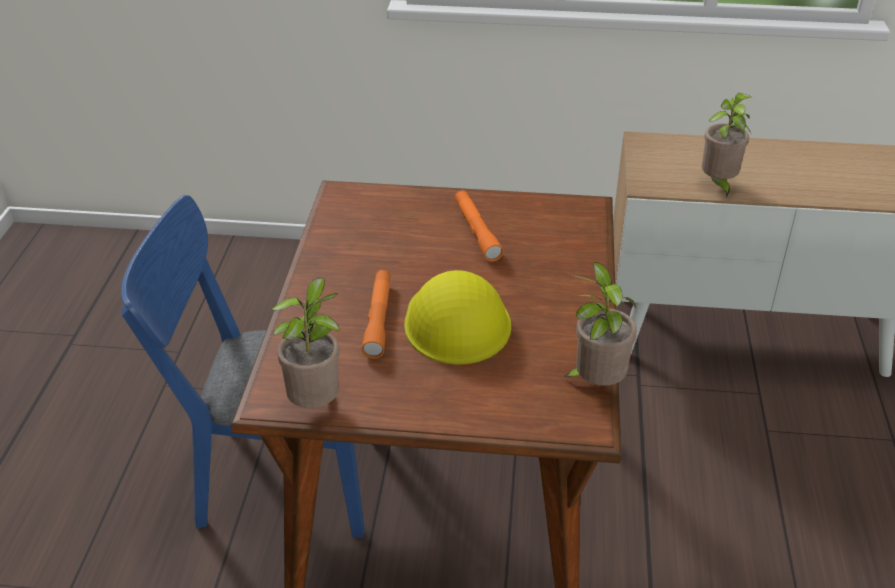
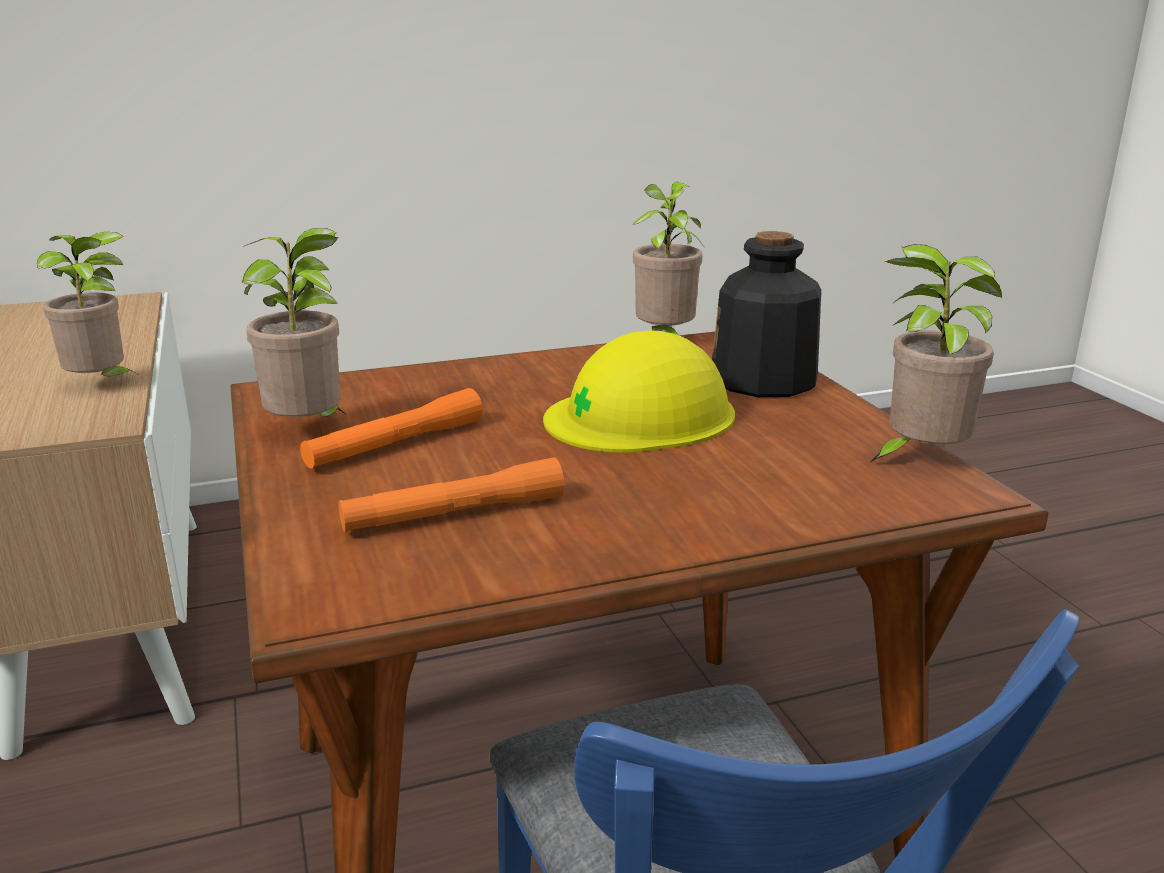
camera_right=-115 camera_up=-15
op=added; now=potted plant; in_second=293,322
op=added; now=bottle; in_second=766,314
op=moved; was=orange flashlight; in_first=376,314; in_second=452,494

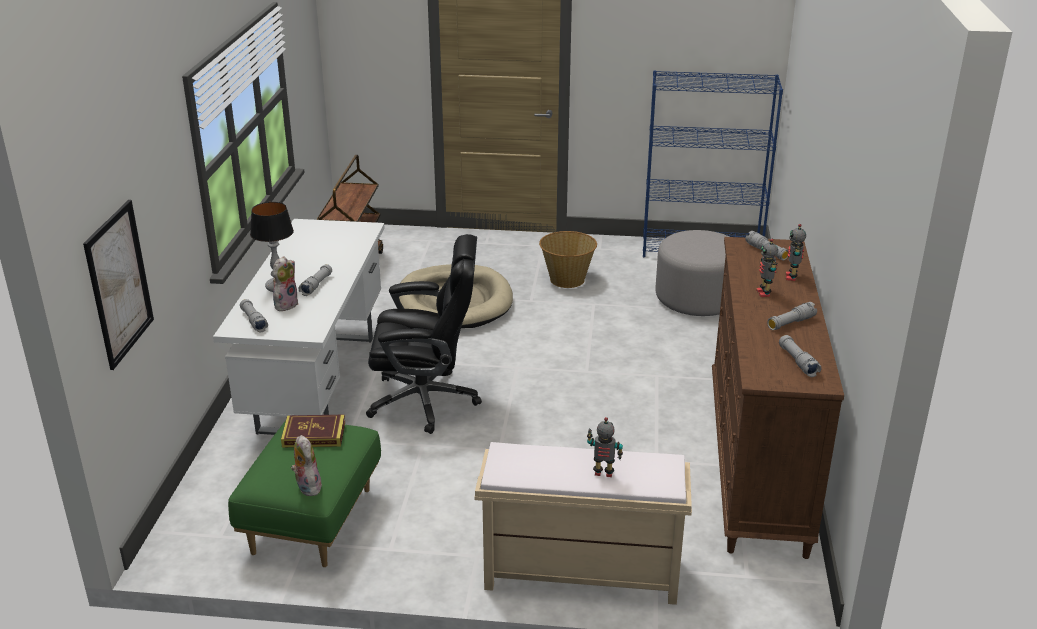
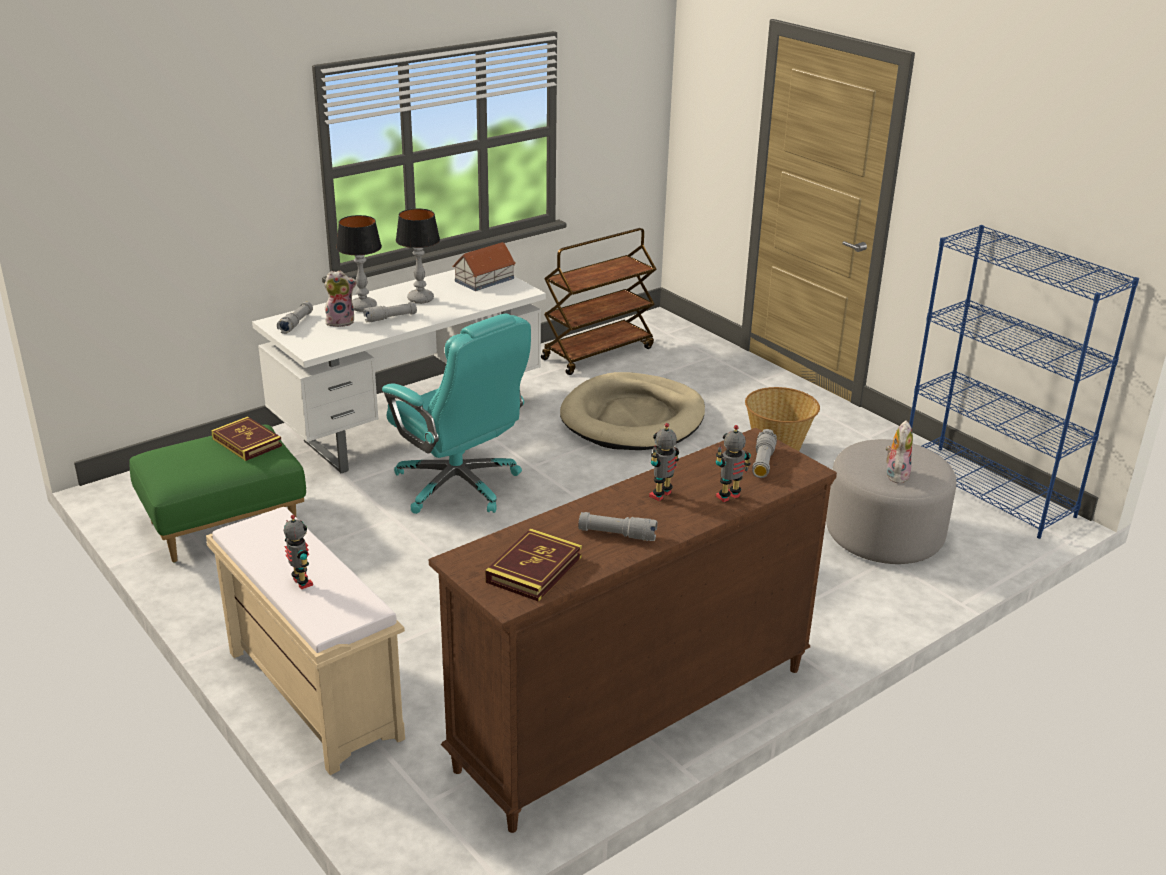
camera_right=45 camera_up=0
op=removed; was=picture; in_first=118,285
op=added; now=table lamp; in_second=418,256
op=added; now=toy house; in_second=484,266
op=moved; was=plush toy; in_first=307,465; in_second=899,452
op=replaced; was=grey flashlight; now=book; in_first=800,356; in_second=533,565
op=recoloured; was=black office chair; now=turquoise office chair; in_first=424,334; in_second=456,414

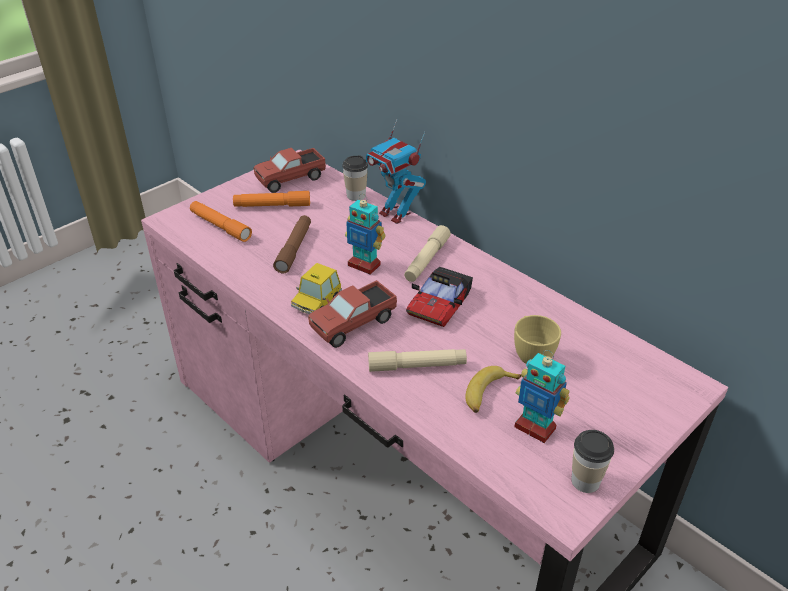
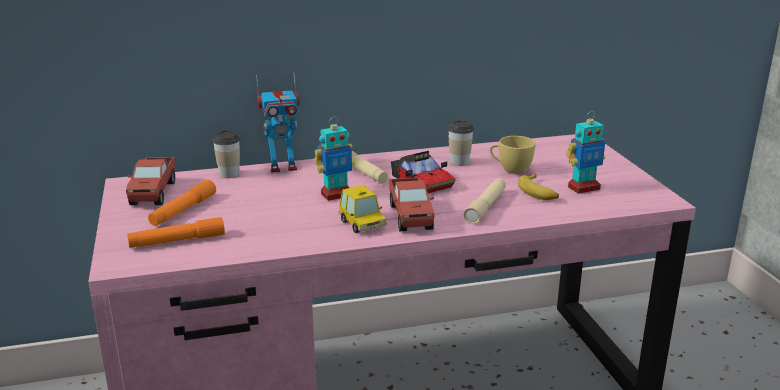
camera_right=-60 camera_up=-15
op=removed; was=brown flashlight; in_first=292,244
op=moved; was=cup; in_first=592,461; in_second=461,143

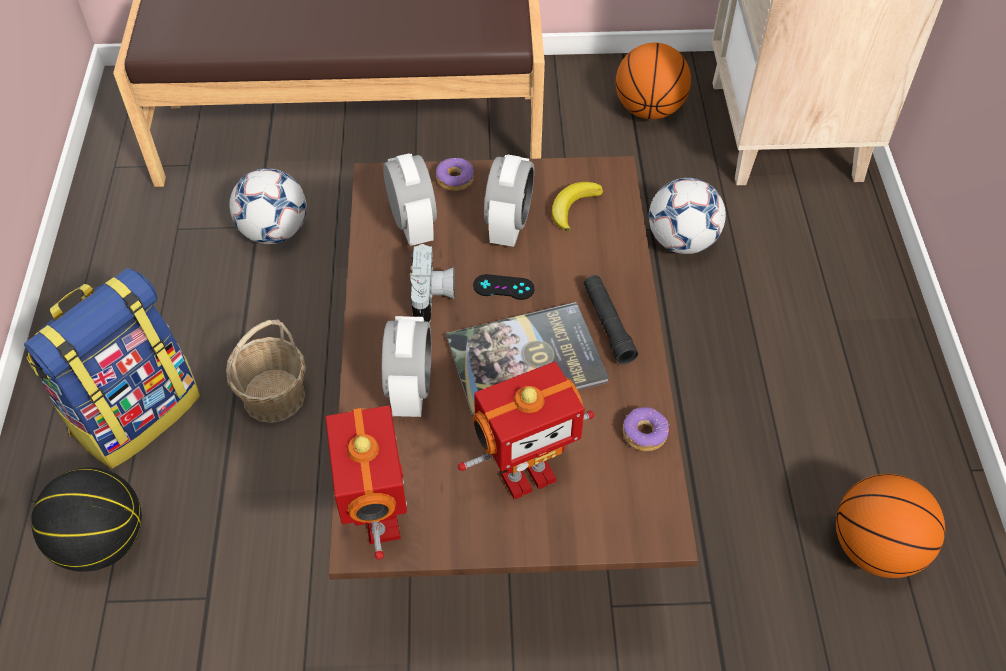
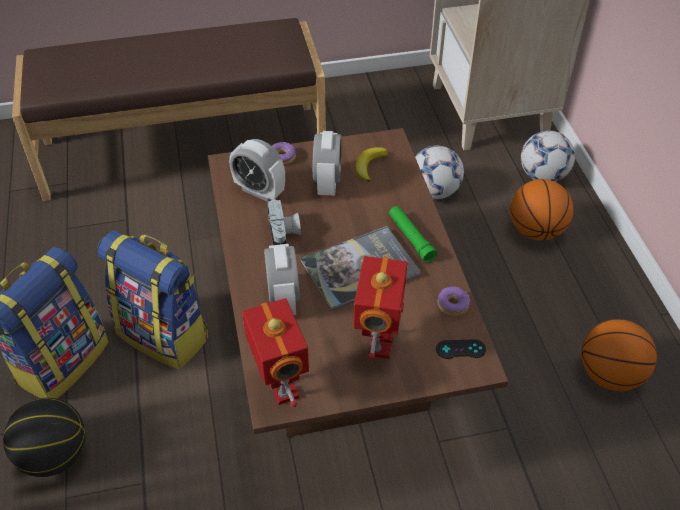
camera_right=-10 camera_up=-5
op=moved; was=football; in_first=268,206; in_second=548,156
op=moved; was=black game controller; in_first=504,287; in_second=461,349
op=moved; was=basketball; in_first=653,81; in_second=541,210
op=replaced; was=basket; now=backpack; in_first=266,371; in_second=152,299
op=recoloured; was=black flashlight; now=green flashlight; in_first=611,319; in_second=413,234
op=turned; was=alarm clock; in_first=410,200; in_second=257,170; clockwise=150
op=turned; was=toy robot; in_first=526,430; in_second=381,307; clockwise=-45

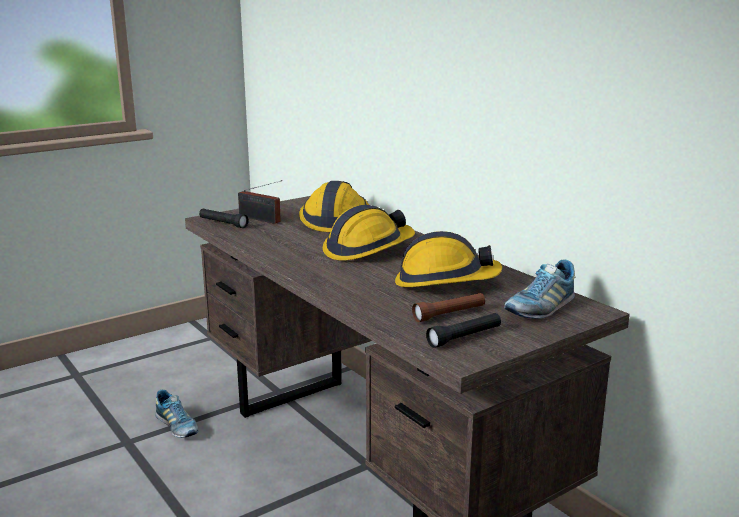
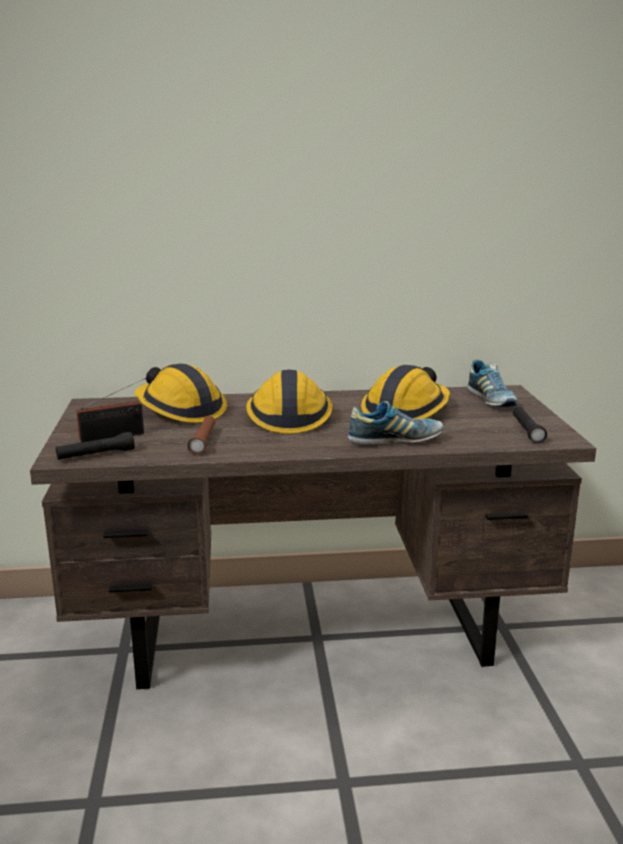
camera_right=-60 camera_up=0
op=moved; was=shoe; in_first=176,414; in_second=396,422
op=moved; was=brown flashlight; in_first=448,307; in_second=201,435

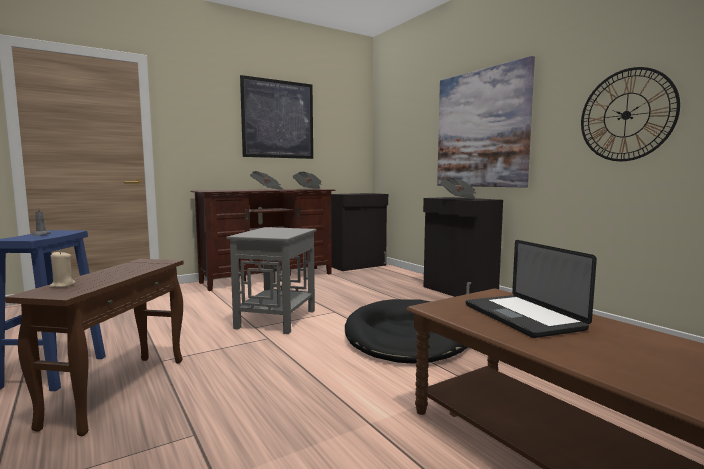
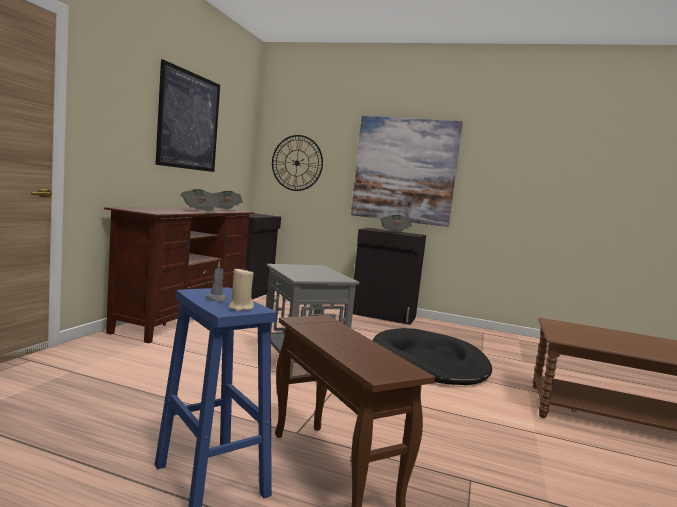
camera_right=-40 camera_up=0
op=removed; was=laptop; in_first=531,289
op=moved; was=beige candle; in_first=62,269; in_second=241,289
op=moved; was=wall clock; in_first=630,114; in_second=297,163

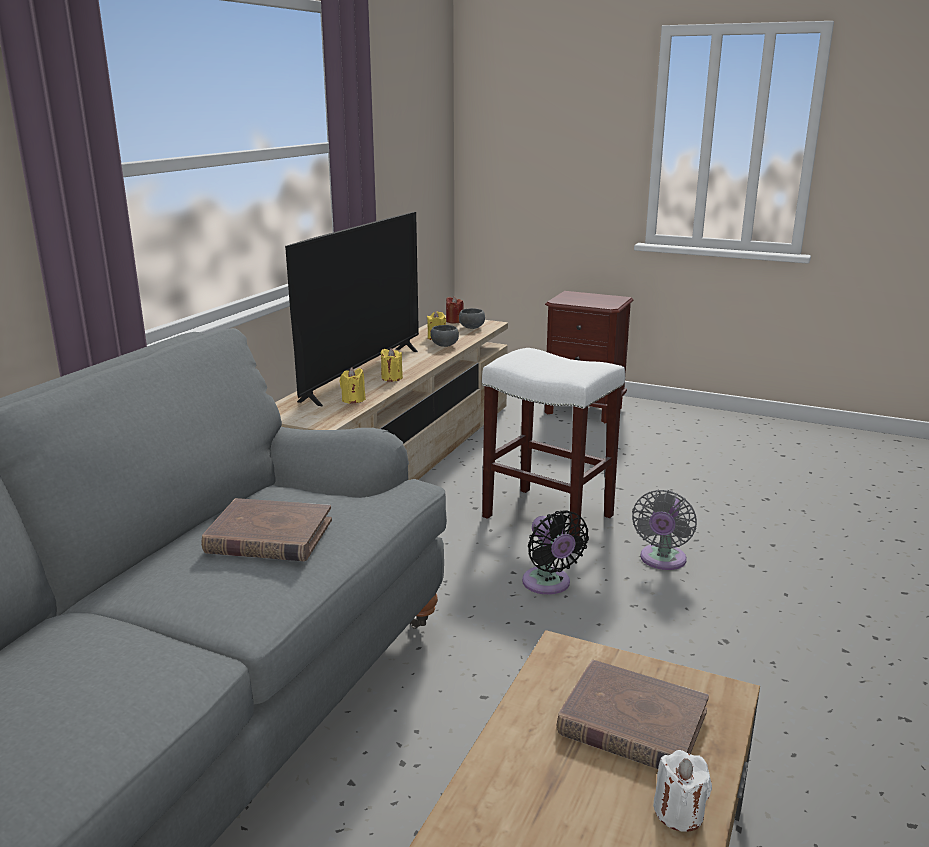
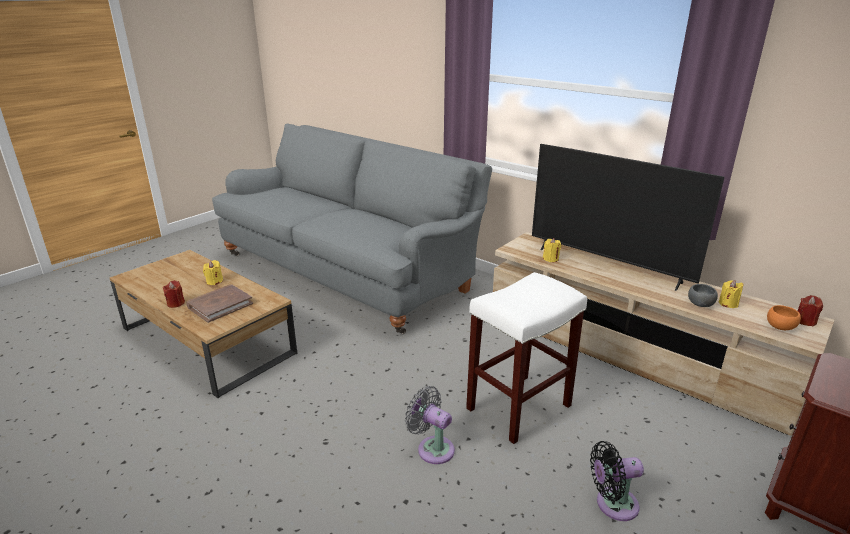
camera_right=105 camera_up=5
op=removed; was=brown book; in_first=266,529
op=moved; was=yellow candle; in_first=391,365; in_second=213,272
op=moved; was=black fan; in_first=555,552; in_second=617,481
op=recoloured; was=grey bowl; now=orange bowl; in_first=472,318; in_second=784,317
op=recoloured; was=white candle; now=red candle; in_first=682,791; in_second=174,294

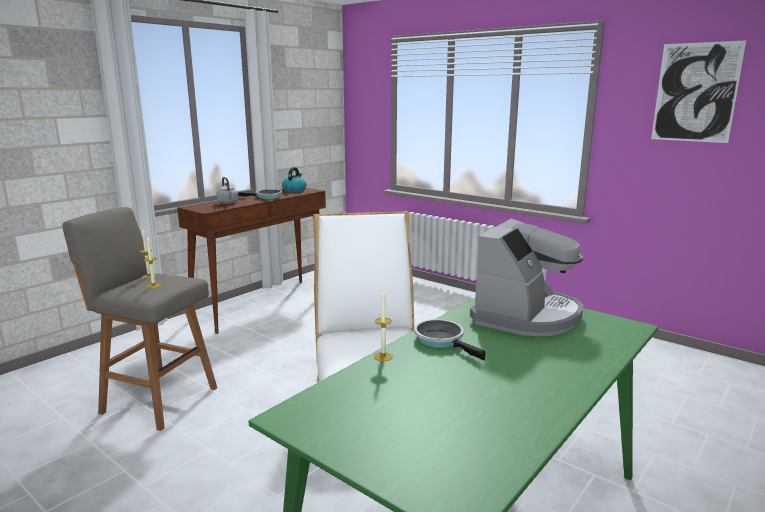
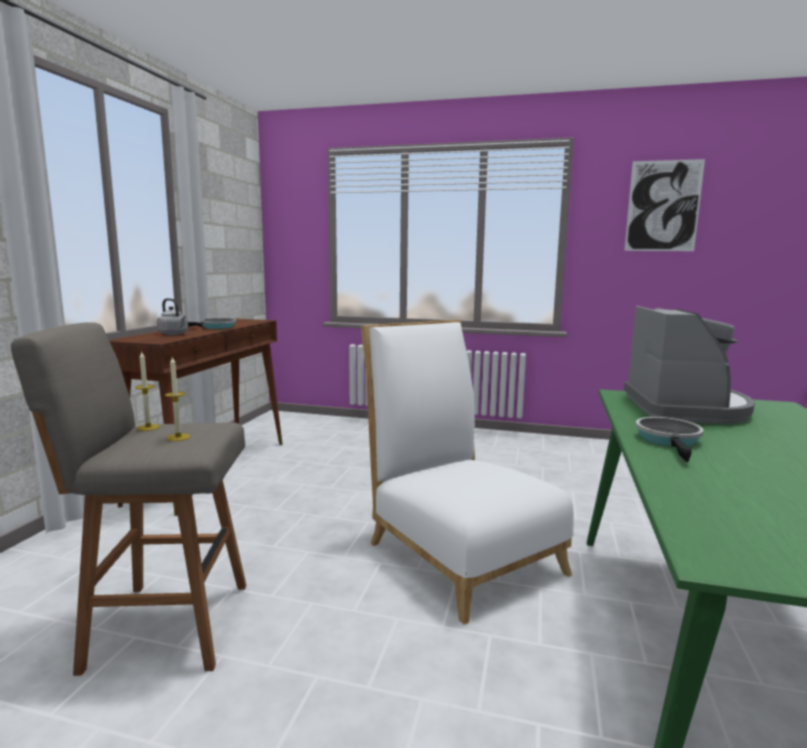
camera_right=-25 camera_up=-5
op=removed; was=kettle; in_first=294,179
op=removed; was=candle; in_first=383,325
op=turned; was=frying pan; in_first=450,339; in_second=670,439; clockwise=75

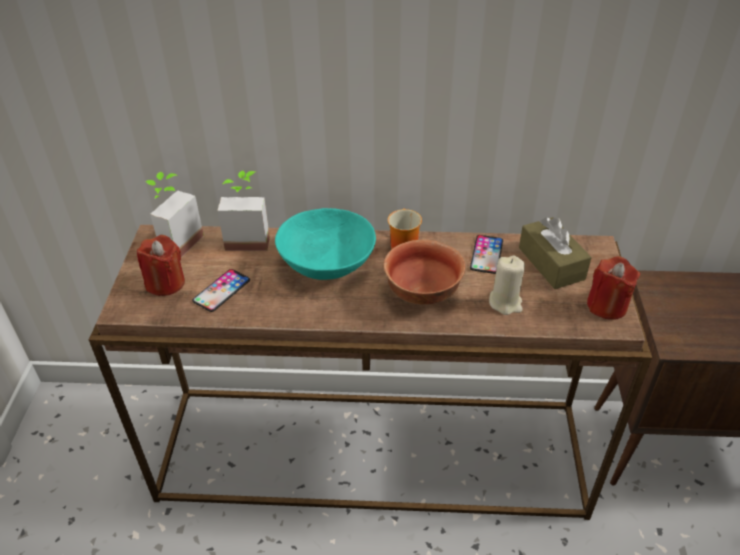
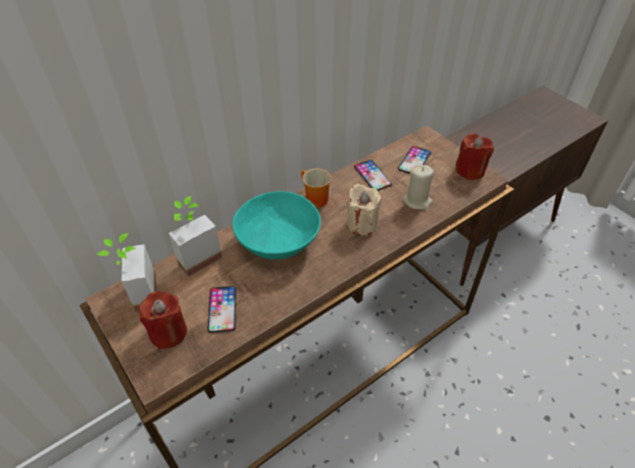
camera_right=-40 camera_up=5
op=replaced; was=bowl; now=beige candle; in_first=424,272; in_second=364,210
op=replaced; was=brown tissue box; now=phone; in_first=555,253; in_second=414,160

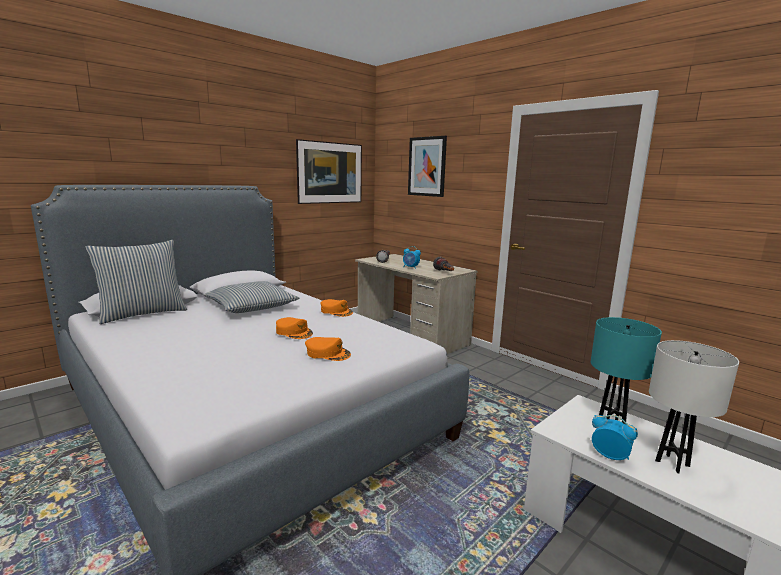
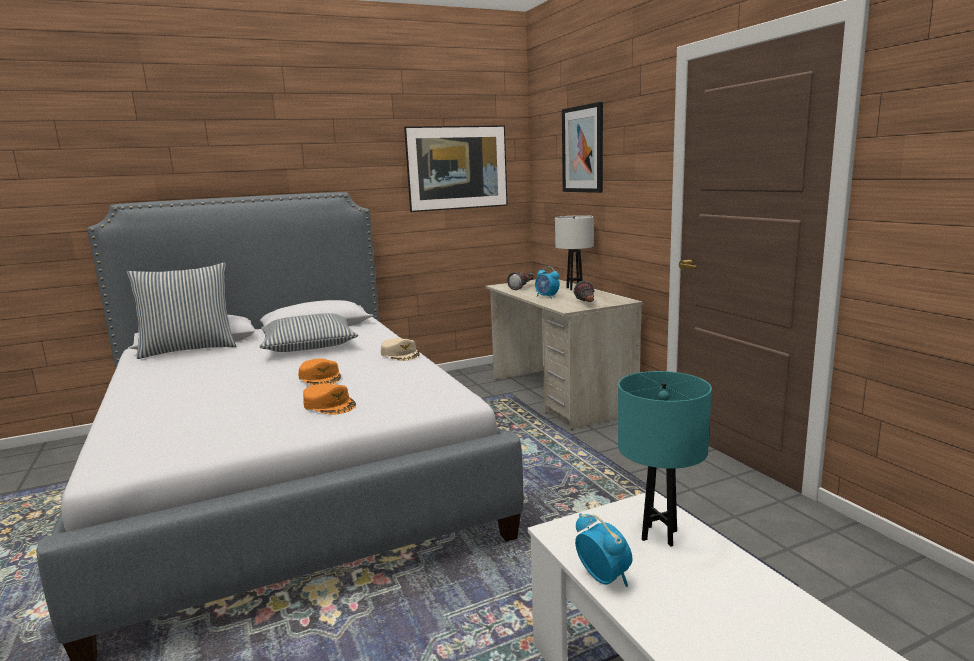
camera_right=20 camera_up=0
op=moved; was=white table lamp; in_first=694,406; in_second=574,252
op=recoloured; was=orange cap; now=beige cap; in_first=336,308; in_second=400,349

